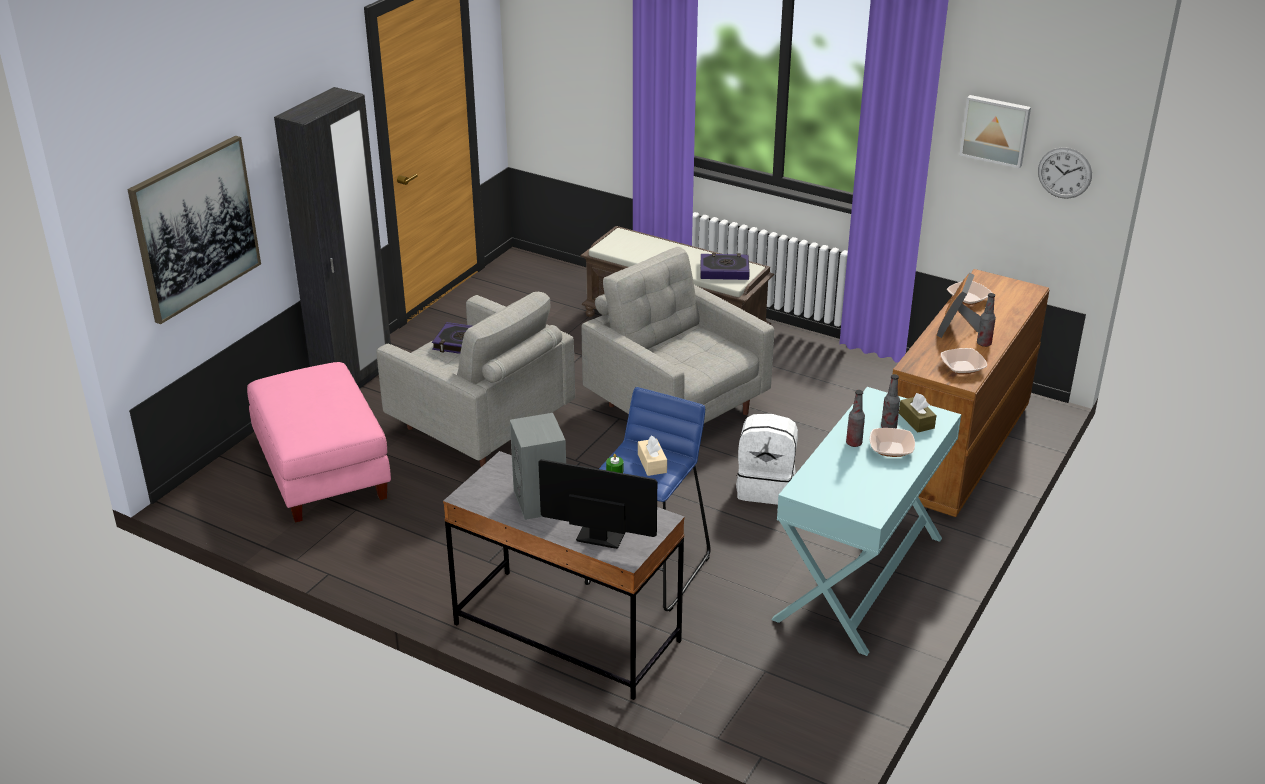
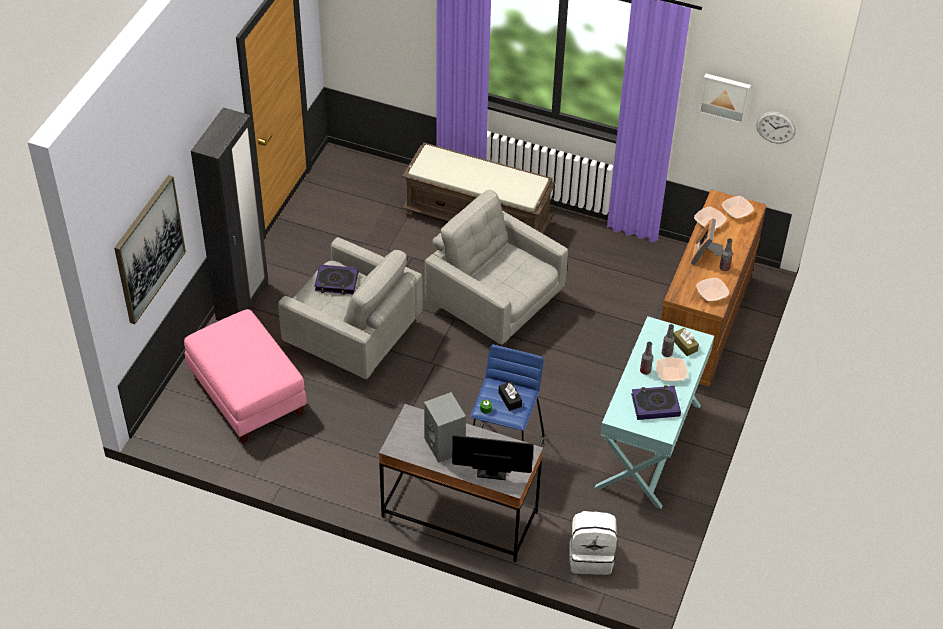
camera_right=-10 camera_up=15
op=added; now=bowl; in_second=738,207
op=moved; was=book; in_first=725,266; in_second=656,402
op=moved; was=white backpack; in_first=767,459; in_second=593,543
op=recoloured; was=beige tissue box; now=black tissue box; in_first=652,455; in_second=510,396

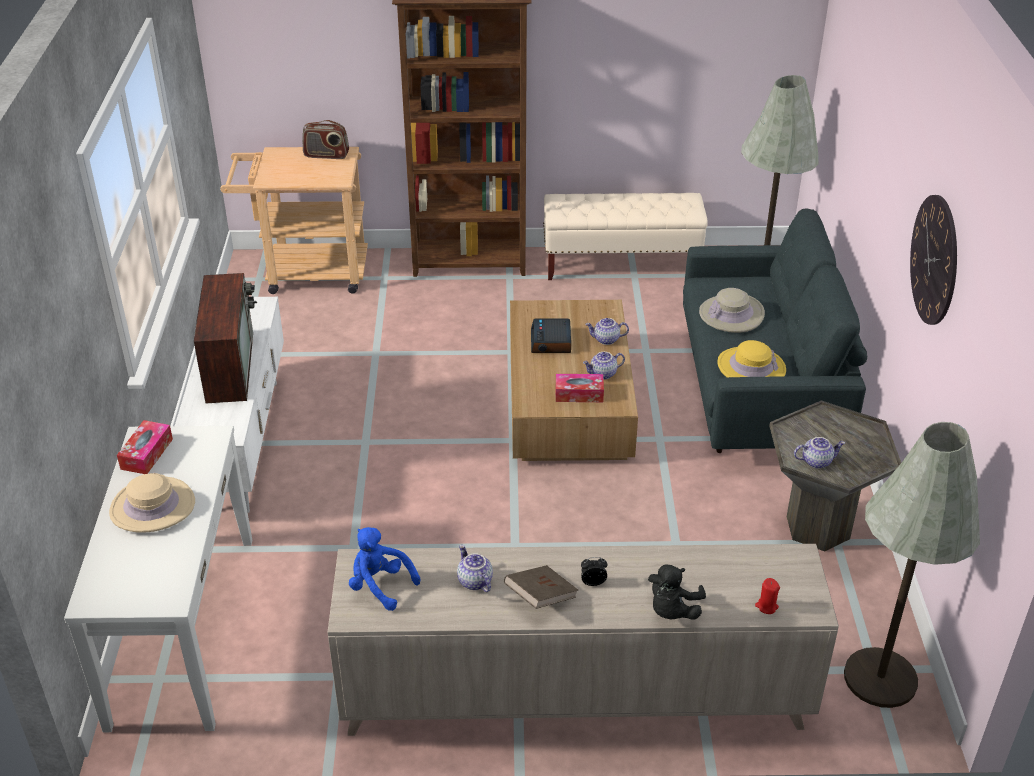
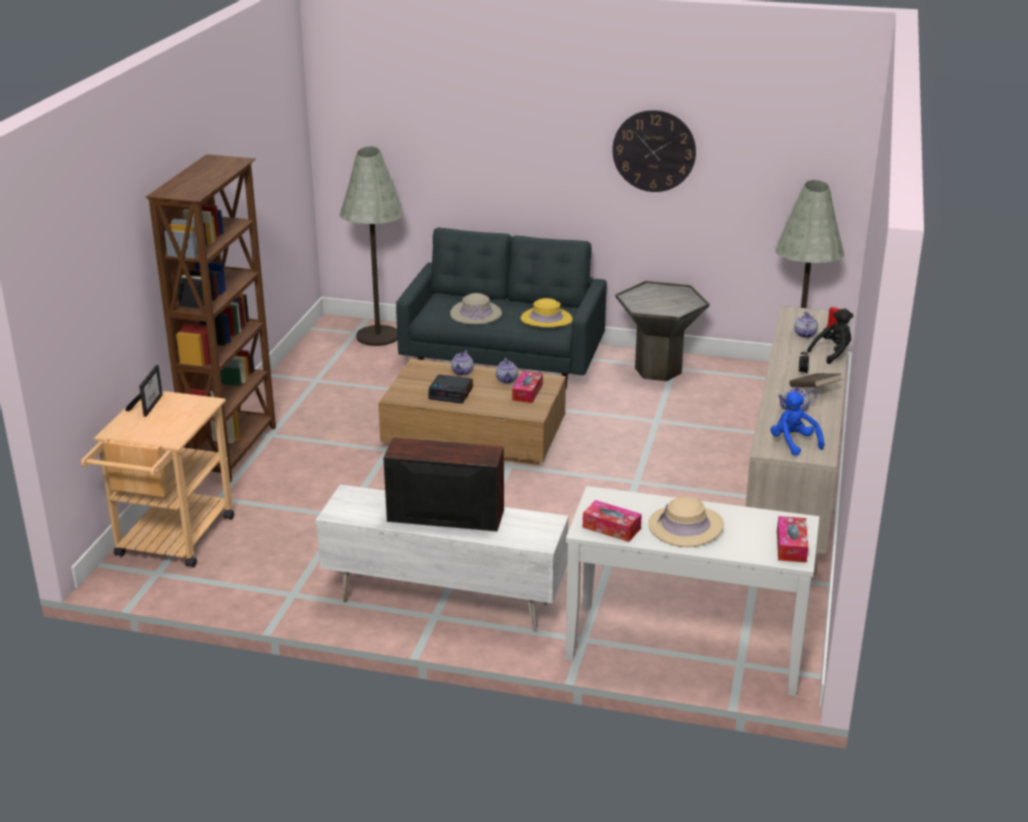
camera_right=-75 camera_up=-10
op=removed; was=beige bench; in_first=625,236
op=added; now=tissue box; in_second=792,539
op=moved; was=teapot; in_first=819,453; in_second=806,324
op=replaced; was=radio; now=picture frame; in_first=325,139; in_second=144,391
op=turned; was=blue plush toy; in_first=384,569; in_second=797,424; clockwise=105
op=turned; was=black plush toy; in_first=677,592; in_second=830,336; clockwise=-75

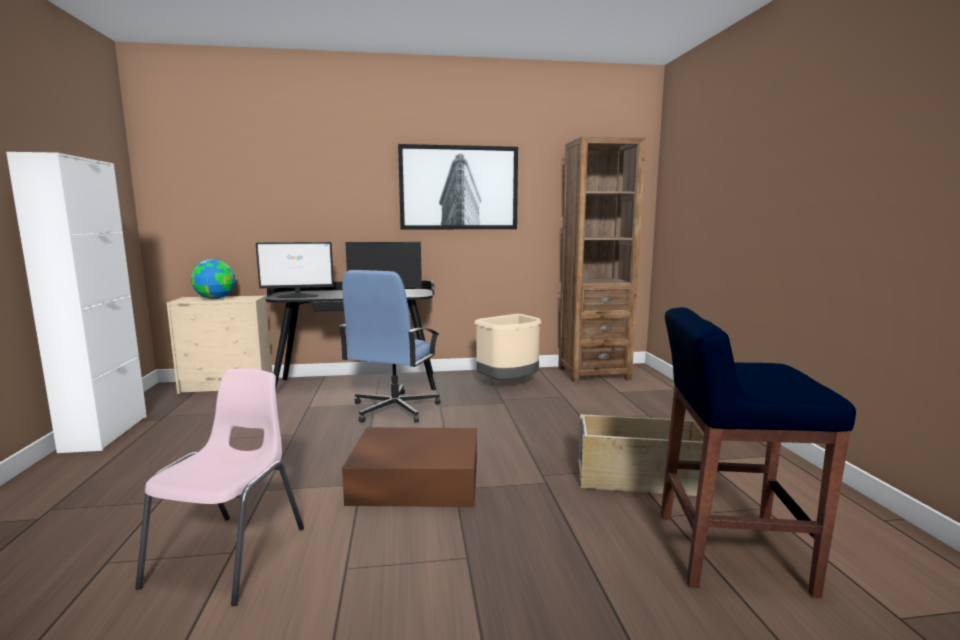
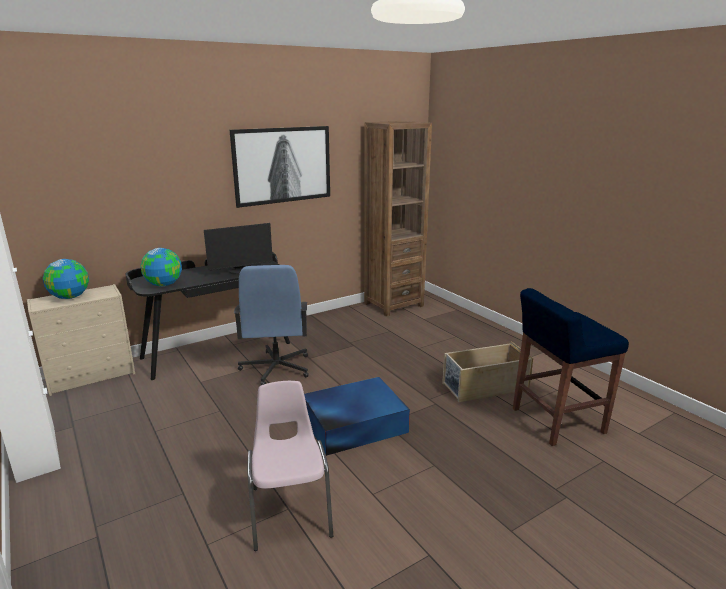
camera_right=-25 camera_up=10
op=removed; was=beige trash can; in_first=508,347
op=replaced; was=monitor; now=globe; in_first=295,270; in_second=161,267
op=recoloured; was=brown storage box; now=blue storage box; in_first=409,467; in_second=357,416

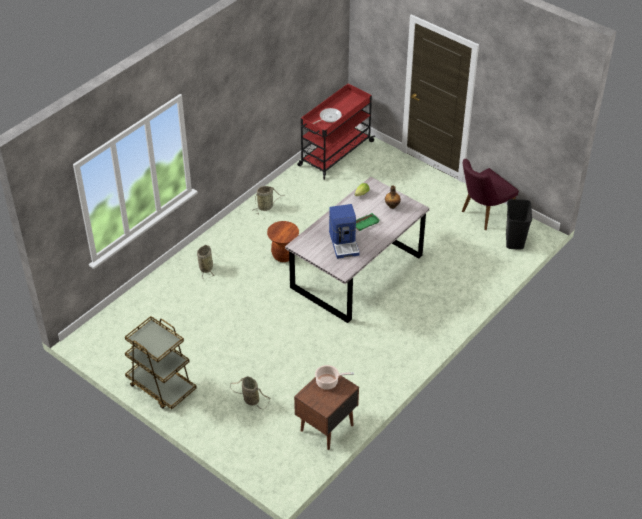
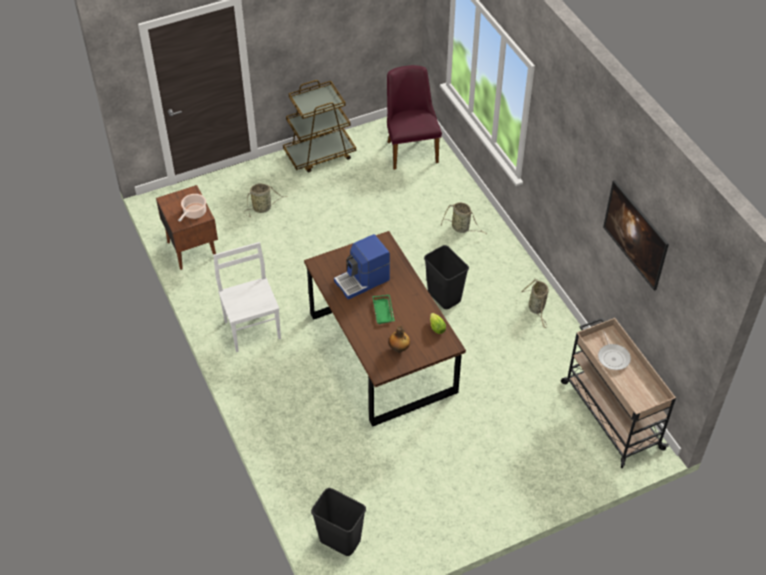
camera_right=115 camera_up=5
op=added; now=white chair; in_second=247,297
op=added; now=picture; in_second=636,235
op=moved; was=purple chair; in_first=490,194; in_second=414,117
op=replaced; was=brown stool; now=black trash can; in_first=283,241; in_second=446,277
op=recoloured; was=grey dining table; now=brown dining table; in_first=357,250; in_second=385,329
op=recoloured; was=red cart; now=beige cart; in_first=336,132; in_second=618,393
op=turned; was=coffee machine; in_first=344,231; in_second=362,266; clockwise=-45

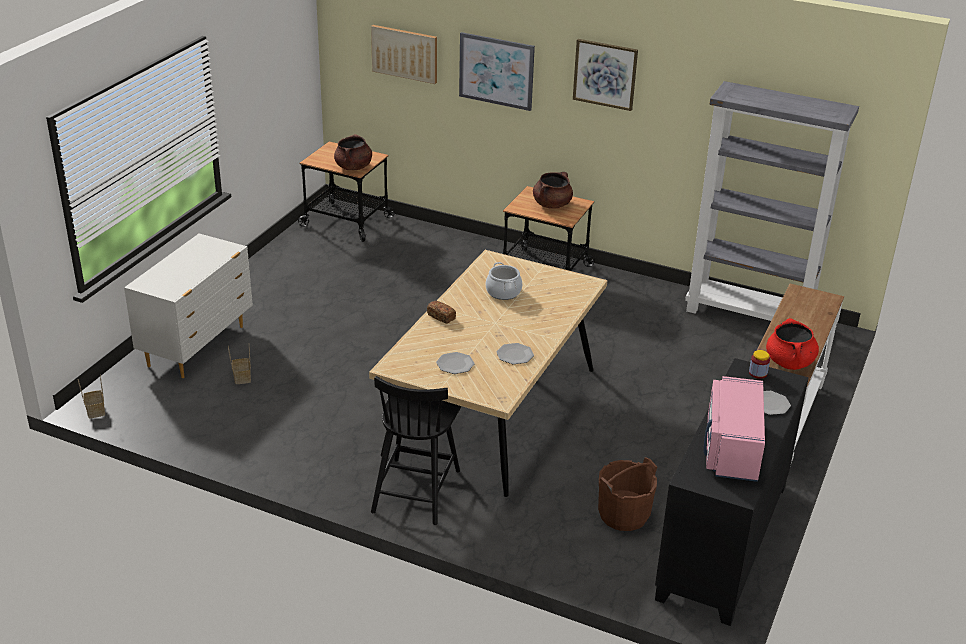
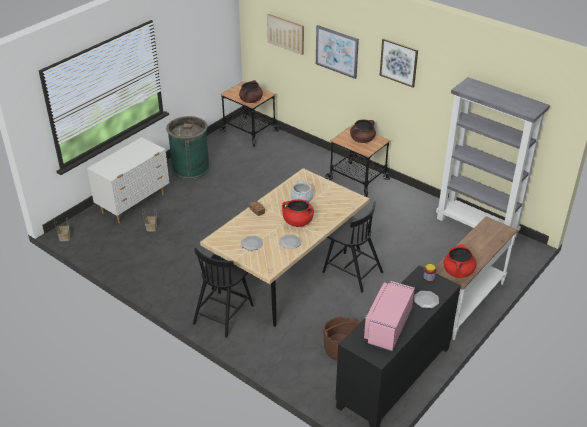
camera_right=15 camera_up=5
op=added; now=green trash can; in_second=188,147
op=added; now=red cooking pot; in_second=298,213
op=added; now=black chair; in_second=352,246

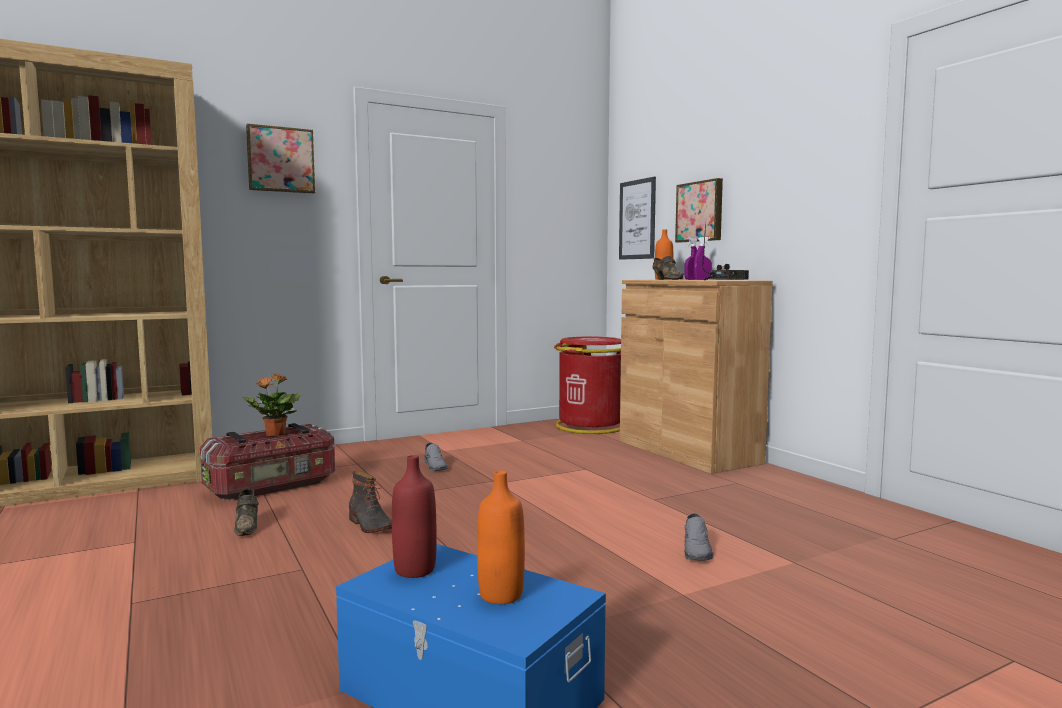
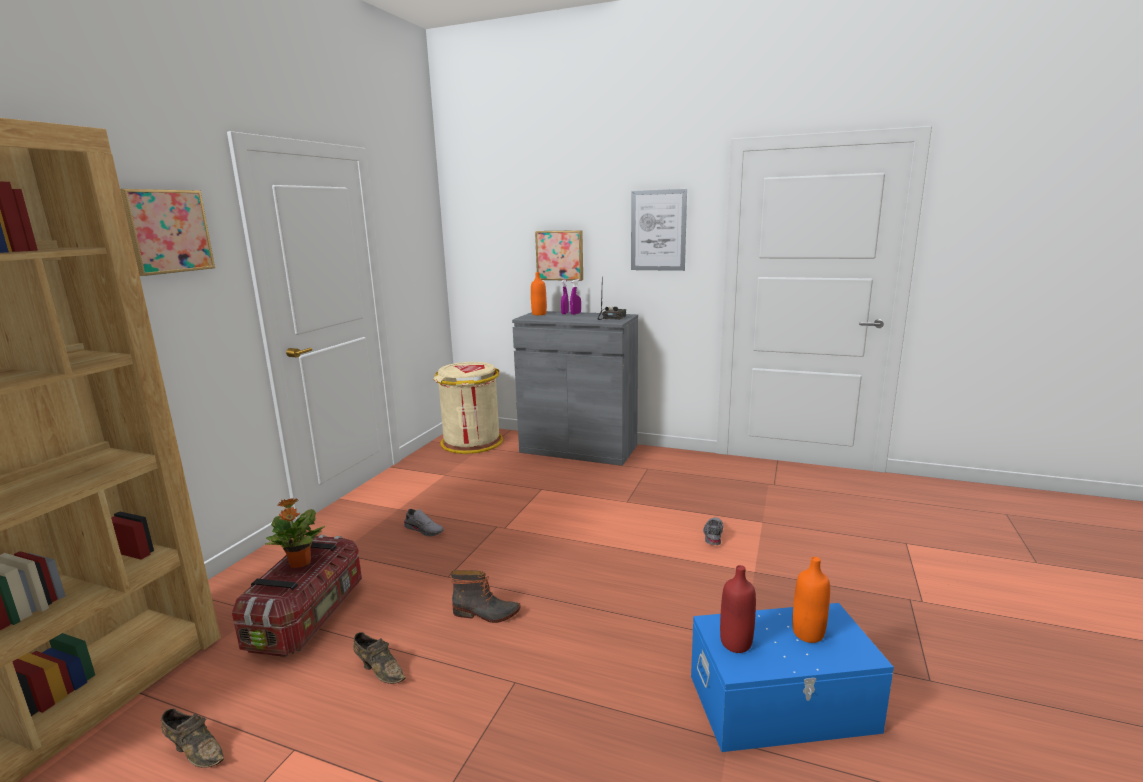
camera_right=-40 camera_up=10
op=moved; was=picture; in_first=637,218; in_second=659,230
op=moved; was=brown shoe; in_first=668,268; in_second=192,738
op=recoloured; was=red trash can; now=beige trash can; in_first=587,385; in_second=468,408
op=recoloured; was=brown cabinet; now=grey cabinet; in_first=696,377; in_second=575,388
op=turned; was=grey shoe; in_first=699,536; in_second=713,531; clockwise=-135

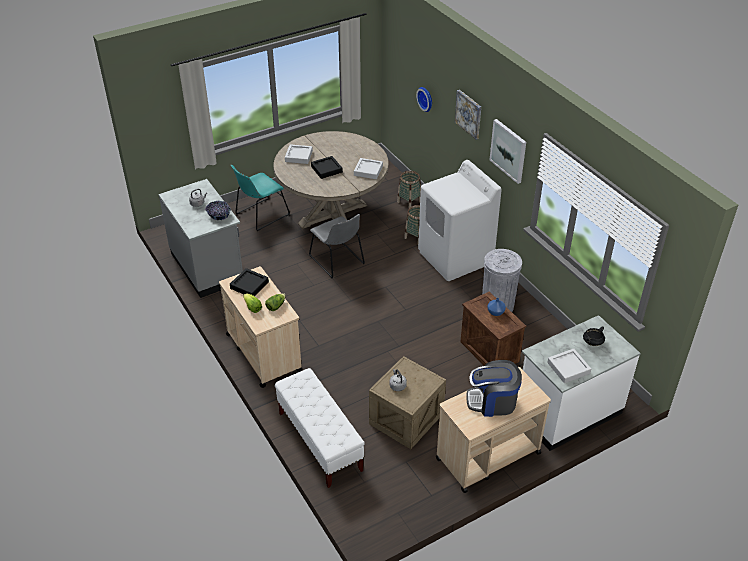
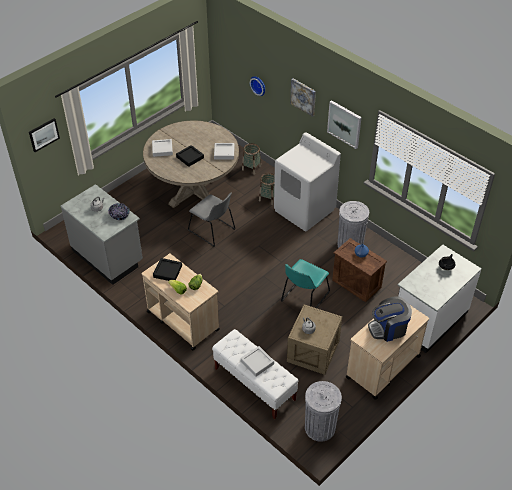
camera_right=-15 camera_up=5
op=added; now=picture; in_second=44,135
op=added; now=grey trash can; in_second=323,411
op=moved; was=turquoise chair; in_first=260,198; in_second=305,283
op=moved; was=grey tray; in_first=569,366; in_second=257,361

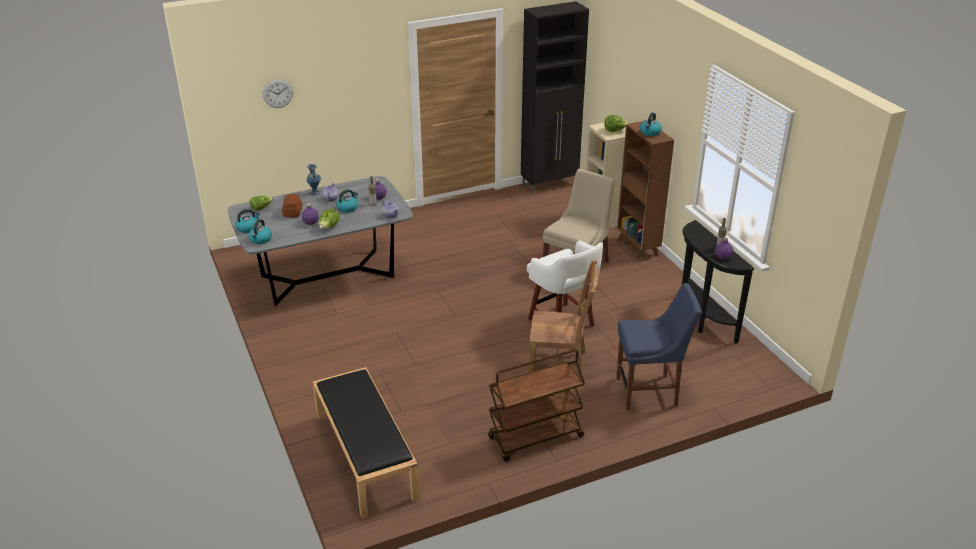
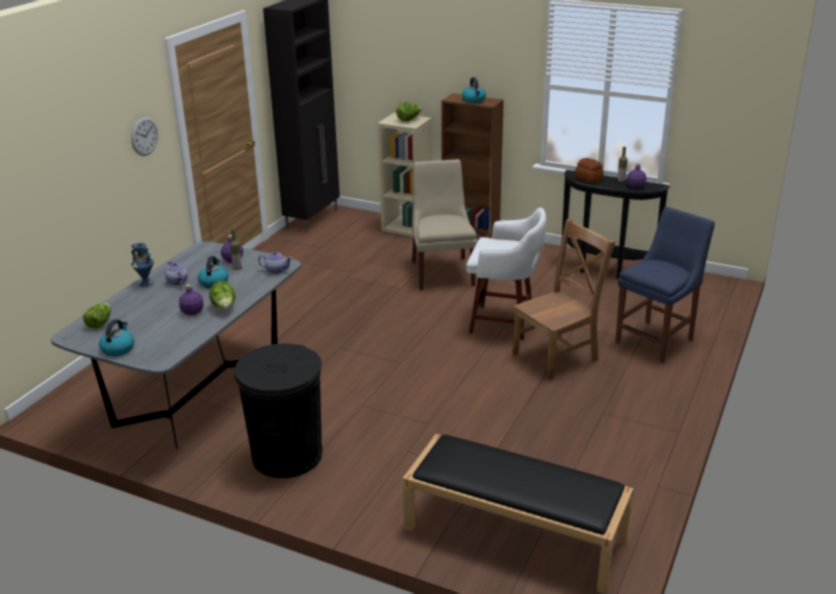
camera_right=-40 camera_up=-5
op=removed; was=kettle; in_first=260,231
op=removed; was=brown cart; in_first=536,405
op=added; now=black trash can; in_second=278,411
op=moved; was=wall clock; in_first=278,93; in_second=144,136
op=moved; was=bread; in_first=292,206; in_second=589,170

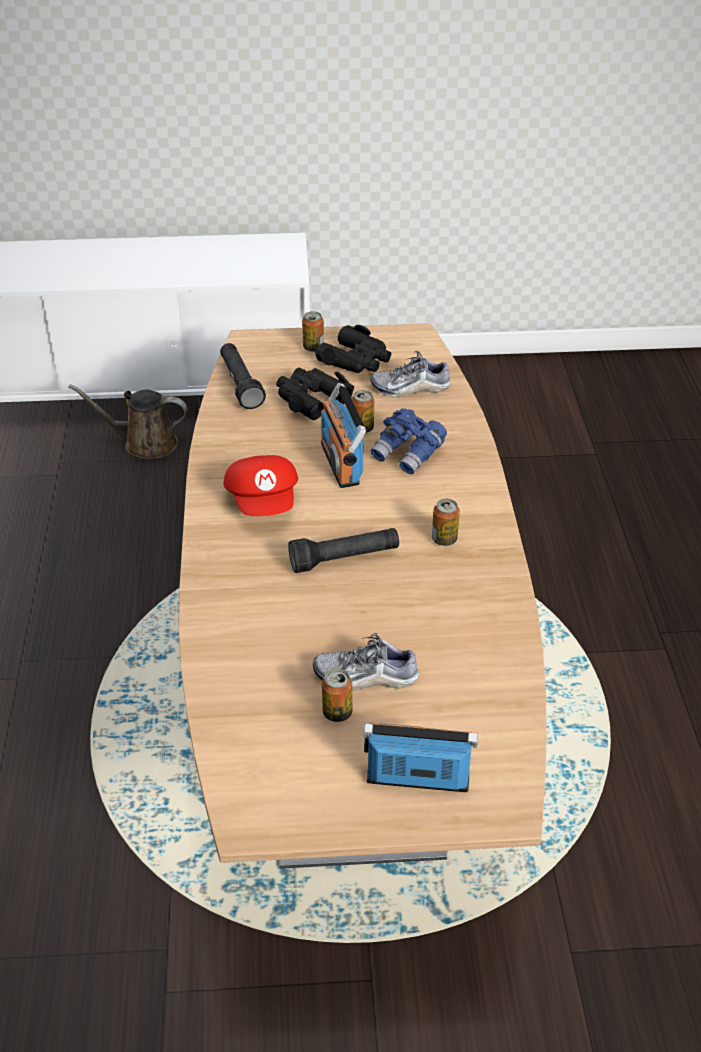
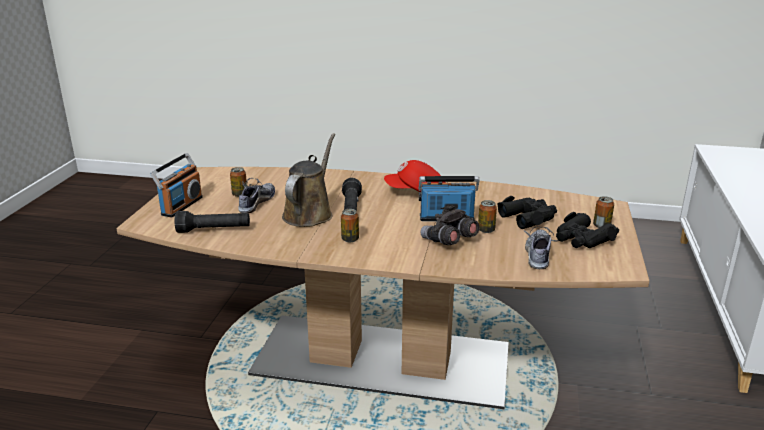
camera_right=105 camera_up=-15
op=moved; was=brown watering can; in_first=128,421; in_second=308,180
op=moved; was=black flashlight; in_first=243,376; in_second=212,222
op=recoloured; was=blue binoculars; now=grey binoculars; in_first=408,441; in_second=450,225

